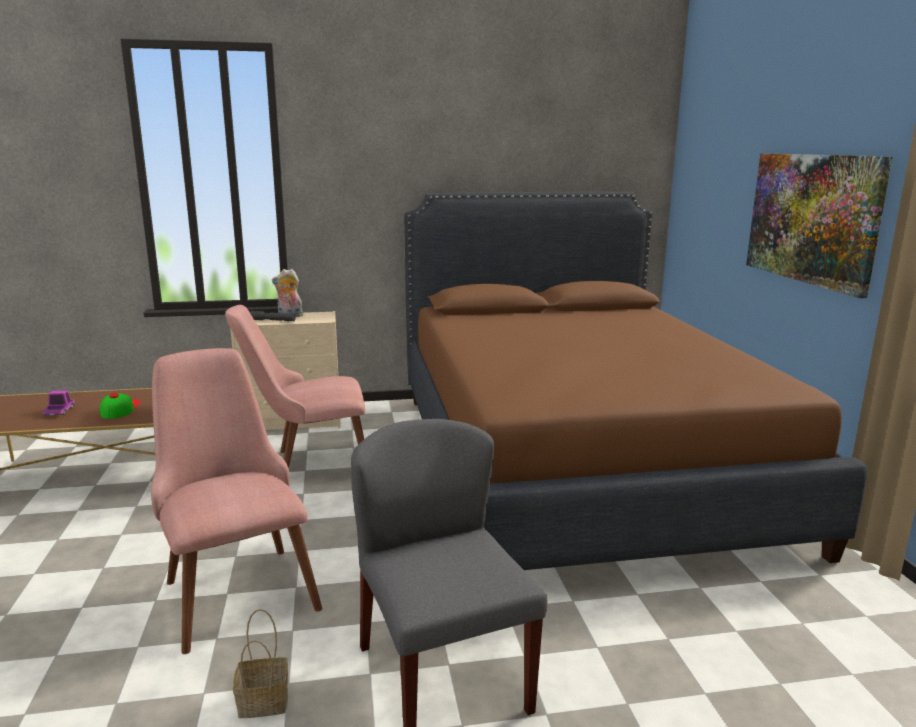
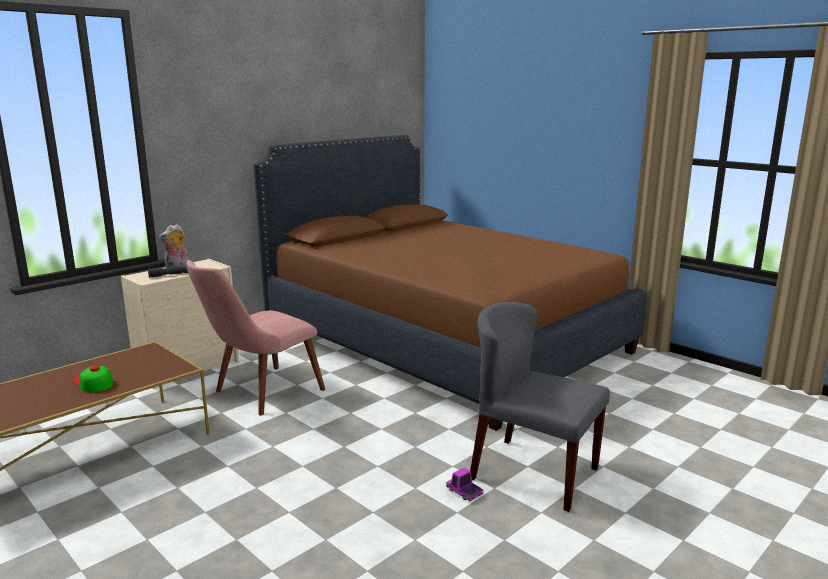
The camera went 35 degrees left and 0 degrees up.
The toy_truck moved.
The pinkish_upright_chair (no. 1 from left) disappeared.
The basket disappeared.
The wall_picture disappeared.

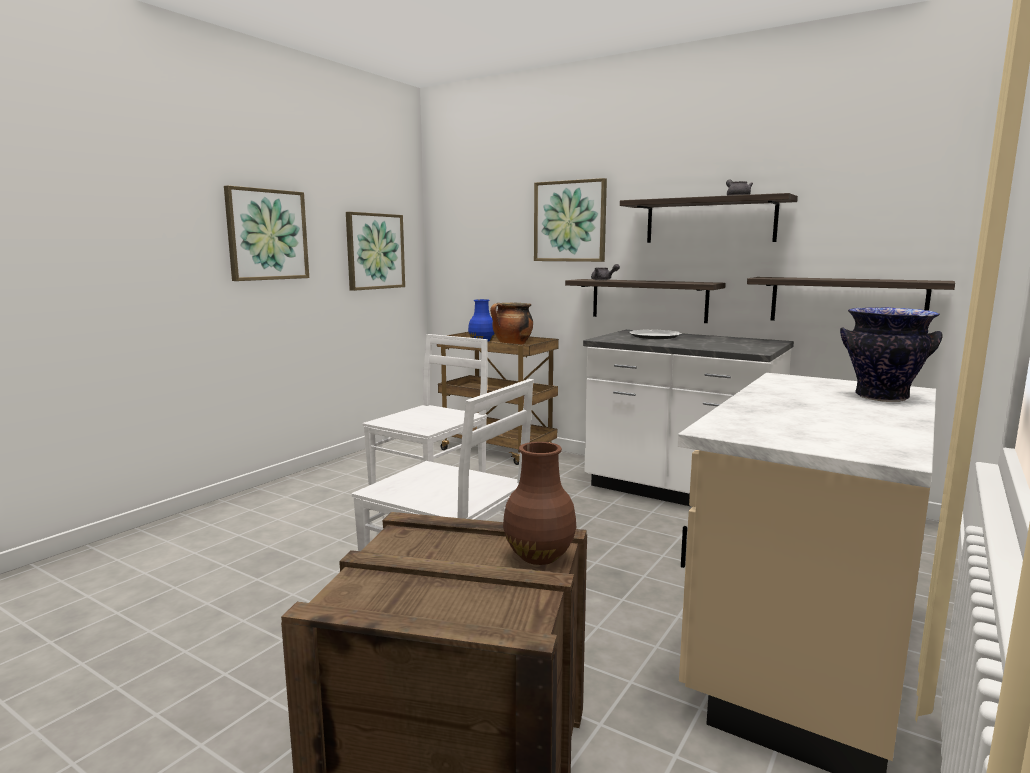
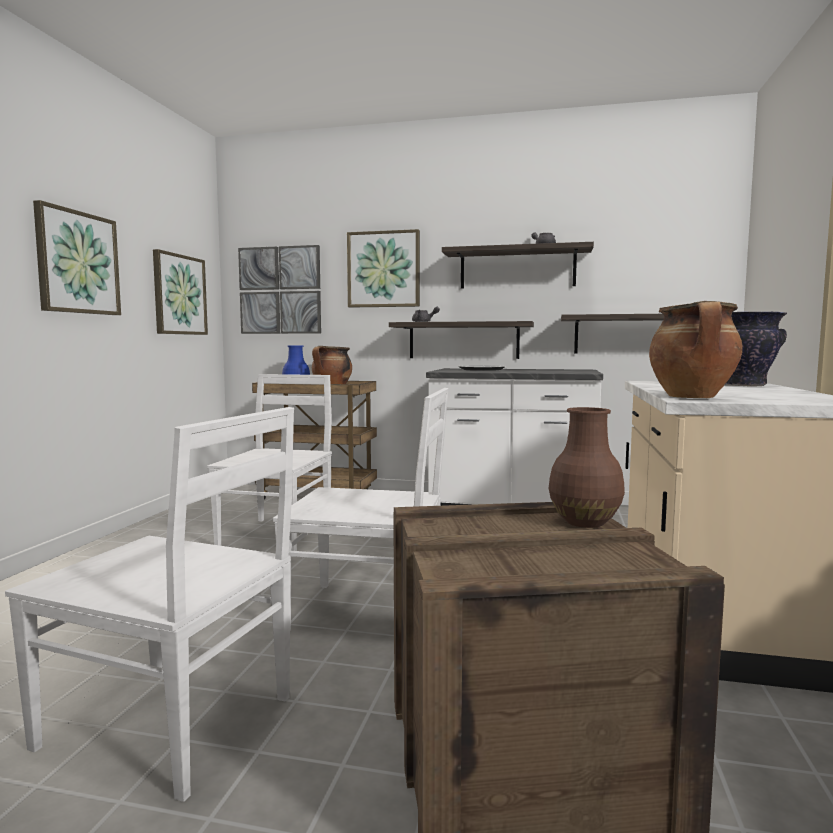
The camera went 20 degrees left and 5 degrees down.
The whitish_upright_chair (no. 1 from left) appeared.
The wall_picture (no. 3 from left) appeared.
The saucepot (no. 2 from left) appeared.

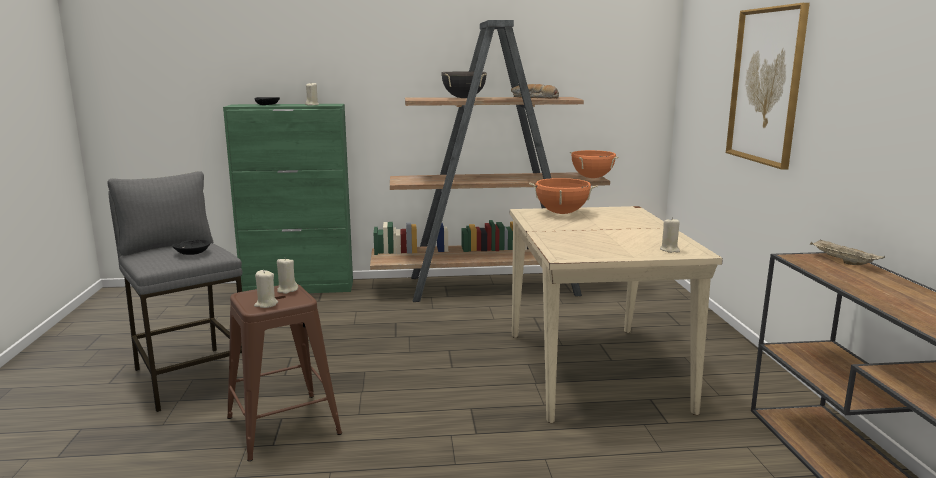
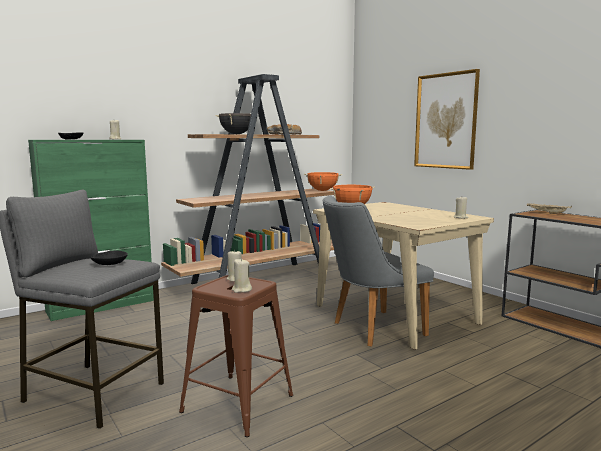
The camera went 30 degrees left and 5 degrees down.
The grey_upright_chair appeared.

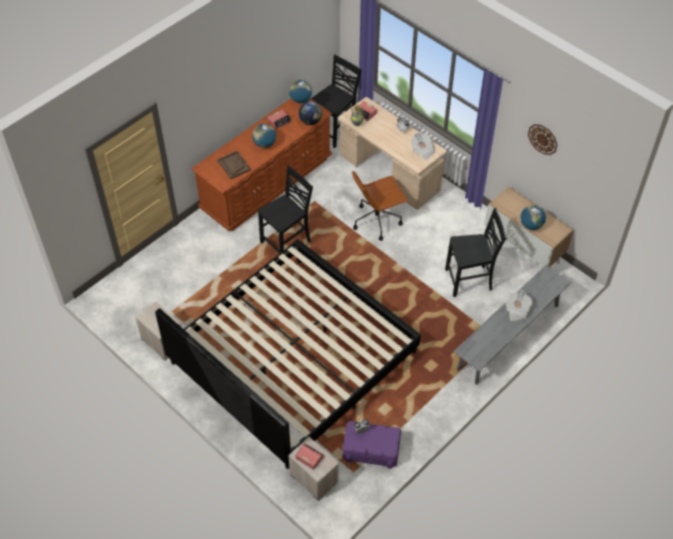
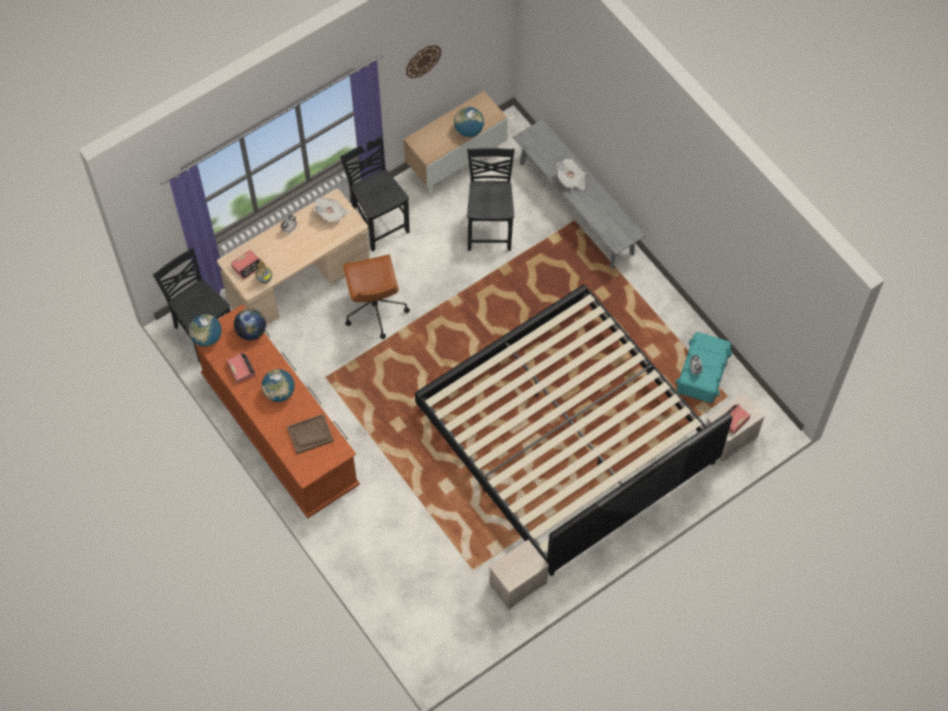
The camera went 80 degrees left and 10 degrees up.
The blackish_upright_chair (no. 1 from left in the first image) moved.
The purplish_storage_container became the blue-green_storage_container.

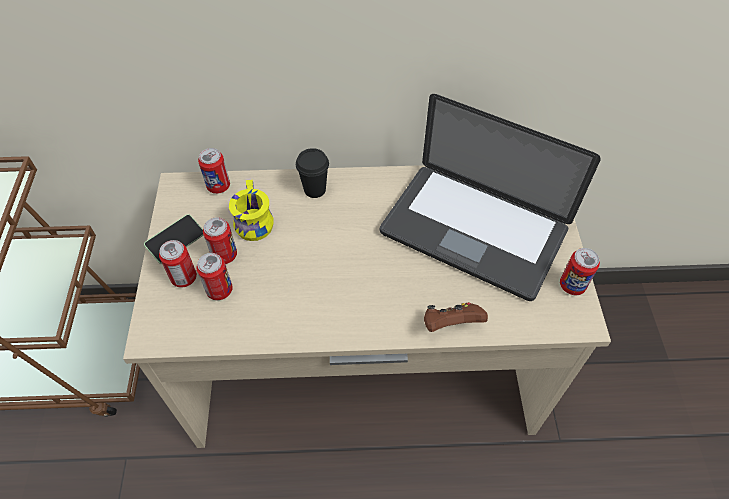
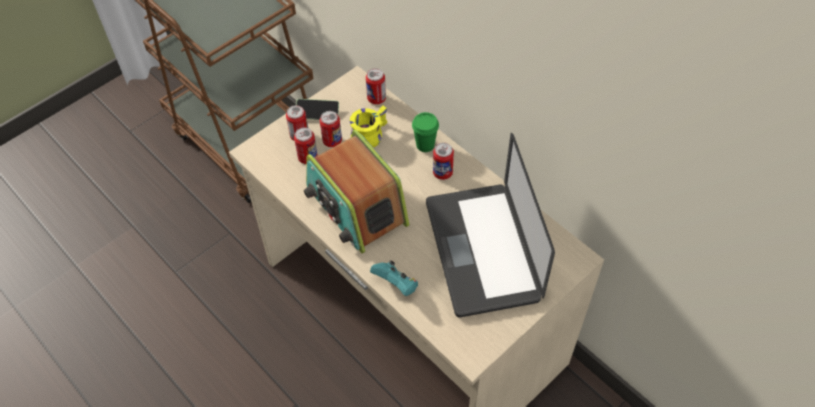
The camera went 50 degrees right and 0 degrees up.
The blackish_small_cup became the green-coloured_small_cup.
The brown-coloured_joypad became the blue-green_joypad.
The sealed_can (no. 5 from left) moved.
The radio_receiver appeared.

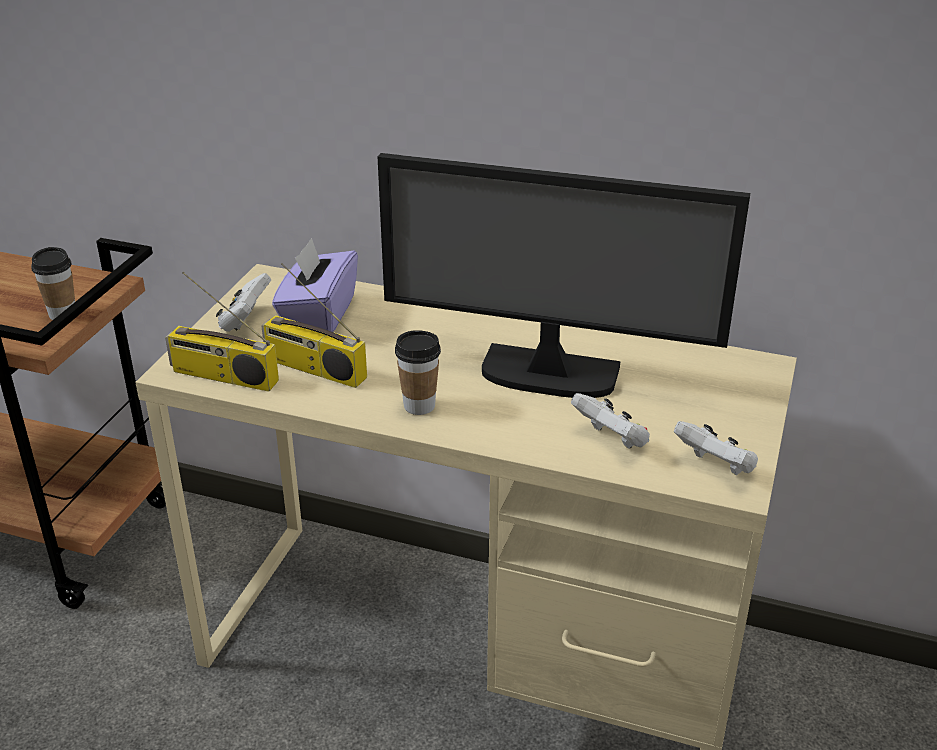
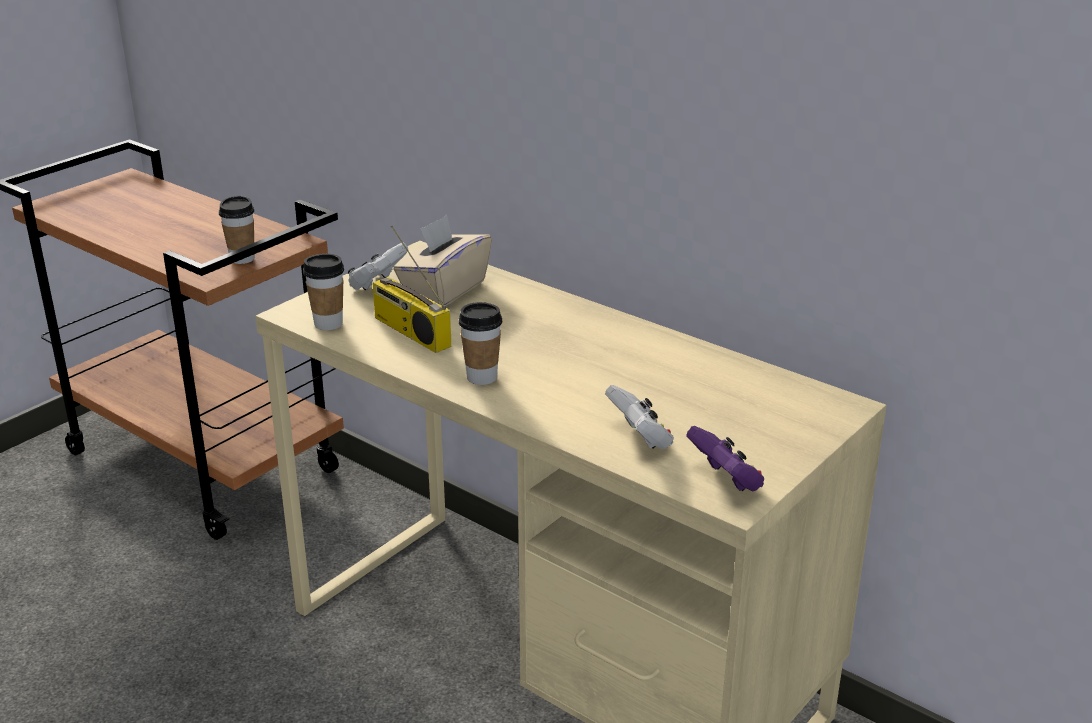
The camera went 20 degrees right and 5 degrees down.
The radio_receiver (no. 1 from left) was replaced by the small_cup (no. 2 from left).
The purplish_tissue_box became the beige_tissue_box.
The computer_screen disappeared.
The whitish_joypad (no. 3 from left) became the purplish_joypad.

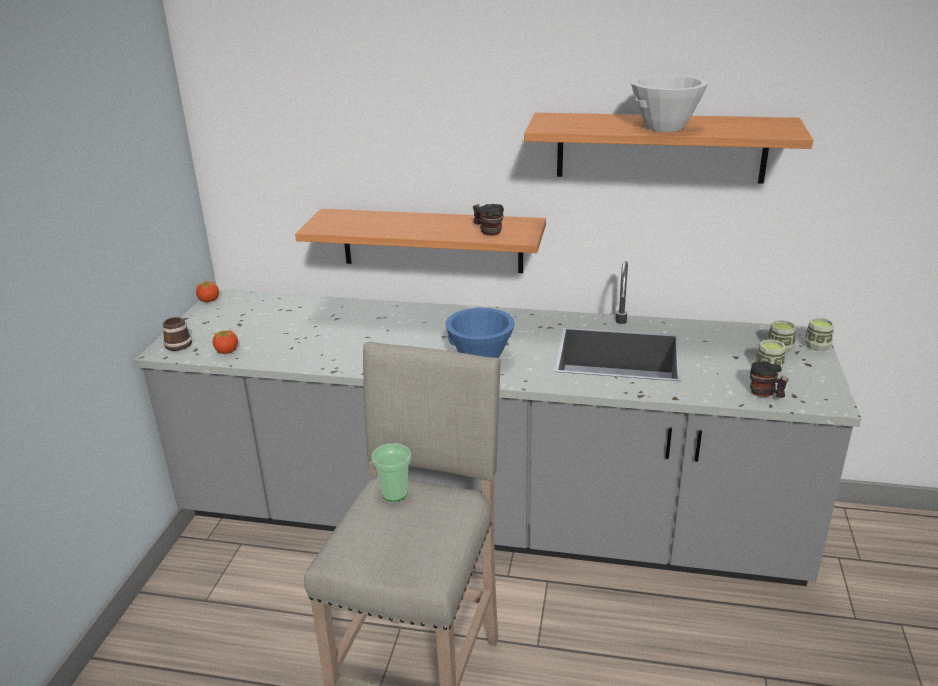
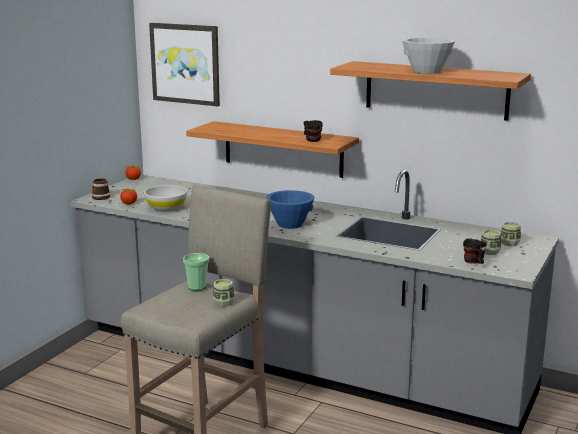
The camera went 15 degrees right and 10 degrees down.
The small_cup (no. 4 from left in the first image) moved.
The whitish_deep_dish (no. 1 from left) appeared.
The wall_picture appeared.

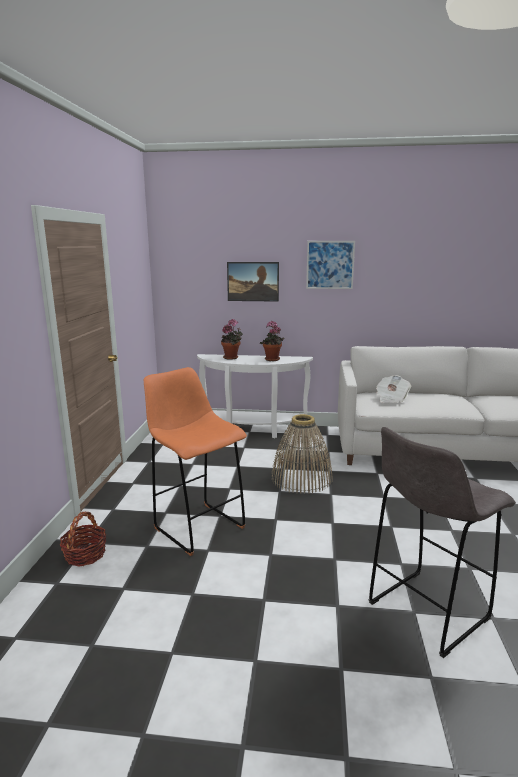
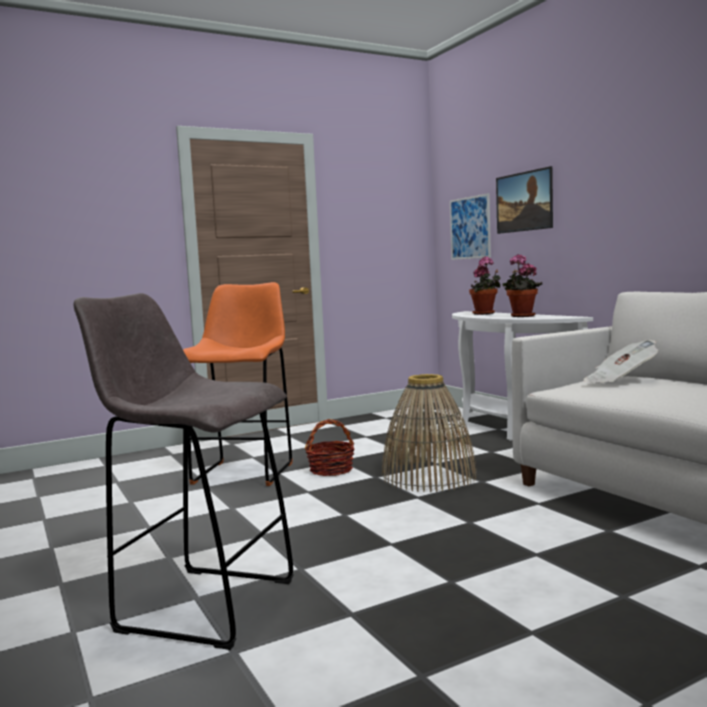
The camera went 55 degrees right and 10 degrees down.
The basket (no. 1 from left) moved.
The wall_picture (no. 2 from left in the first image) moved.

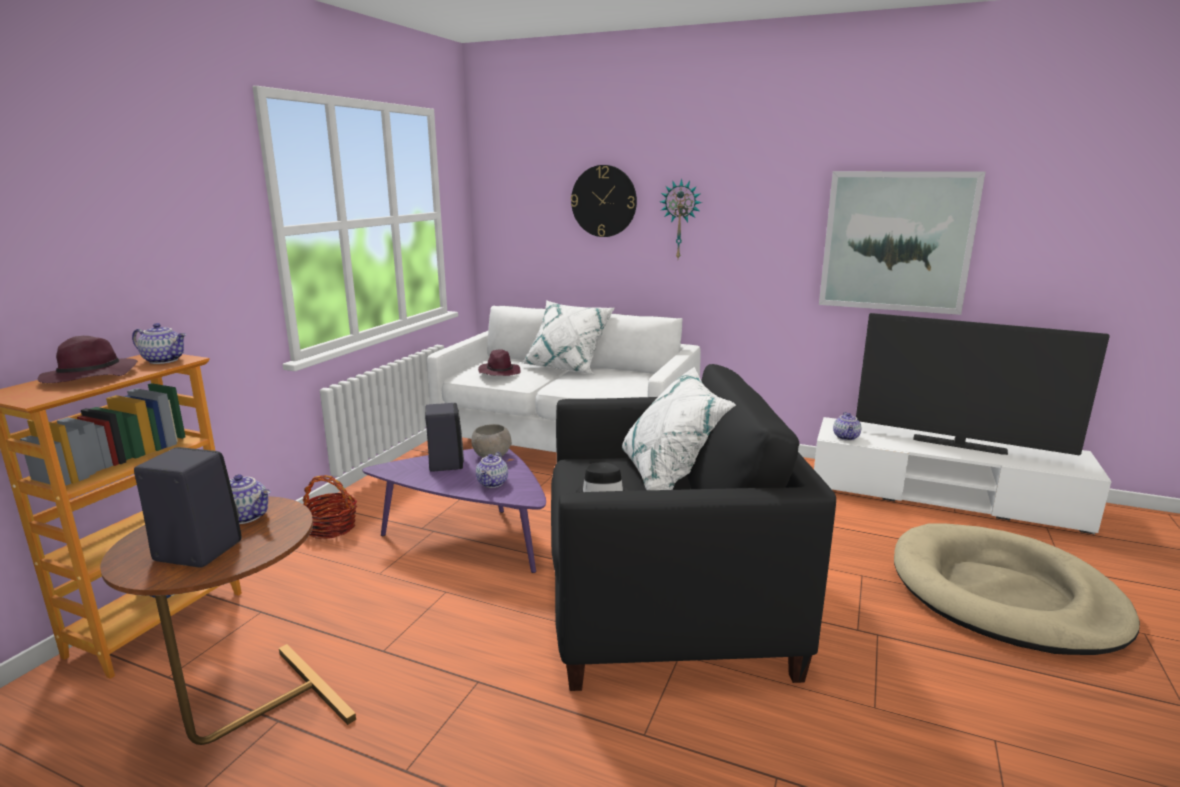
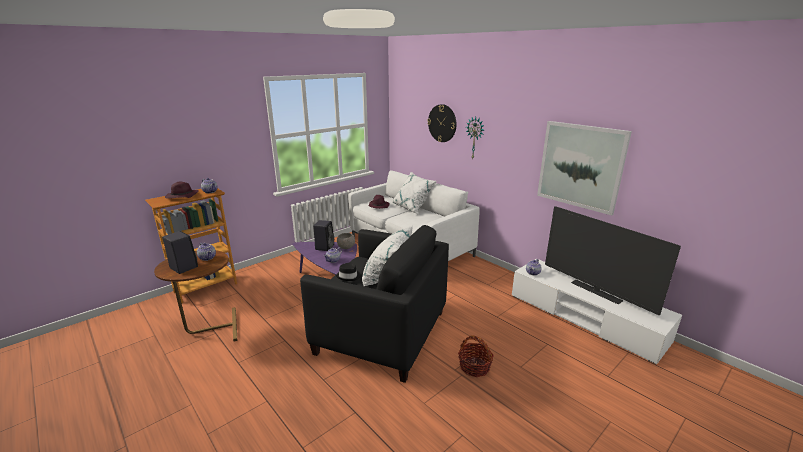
The camera went 25 degrees right and 5 degrees up.
The basket moved.
The beige_pet_bed disappeared.

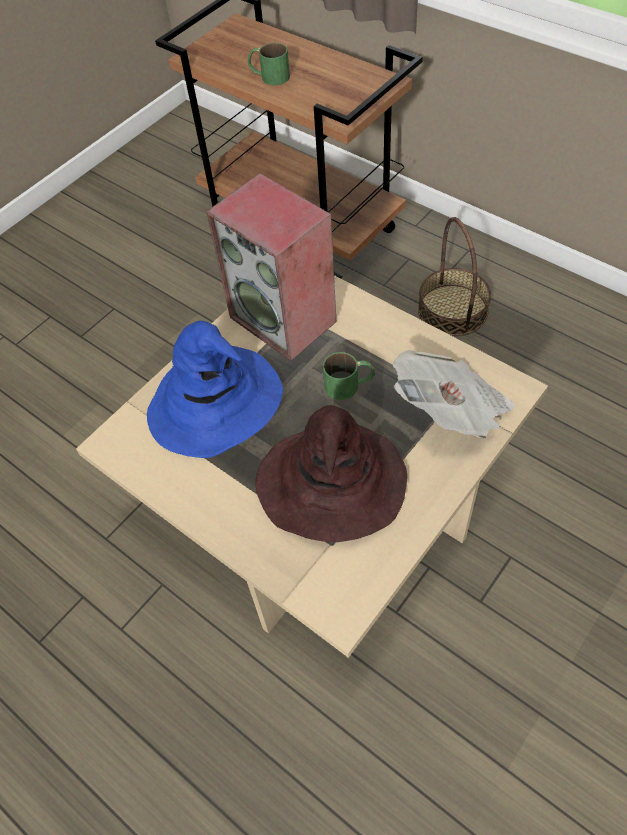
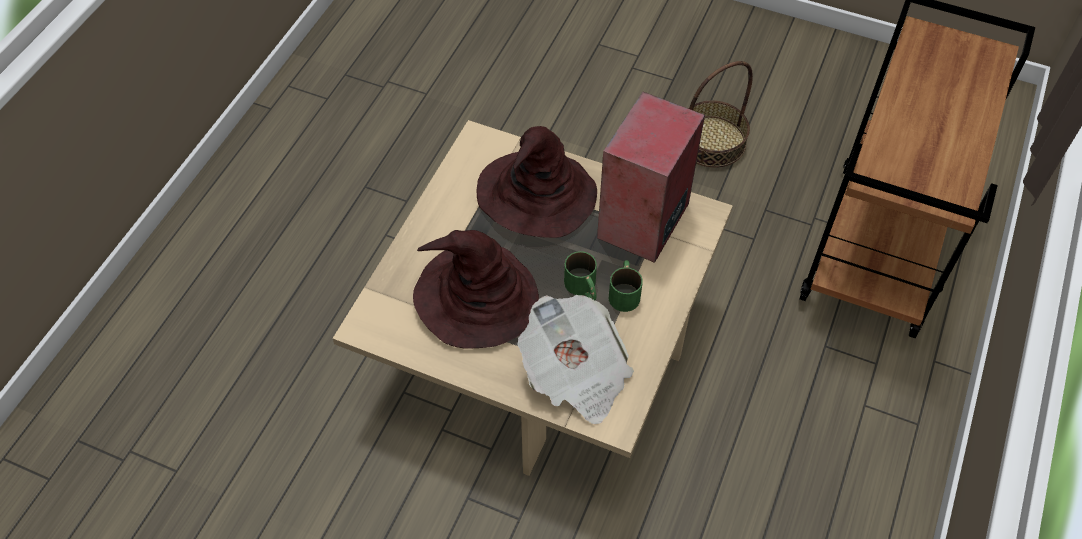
The camera went 70 degrees right and 0 degrees up.
The bluish_clothing_hat became the brown-coloured_clothing_hat (no. 2 from left).
The green-coloured_mug (no. 1 from left in the first image) moved.
The basket moved.

